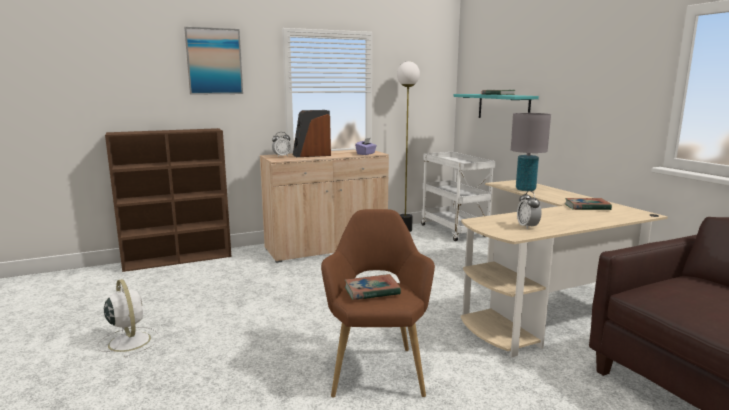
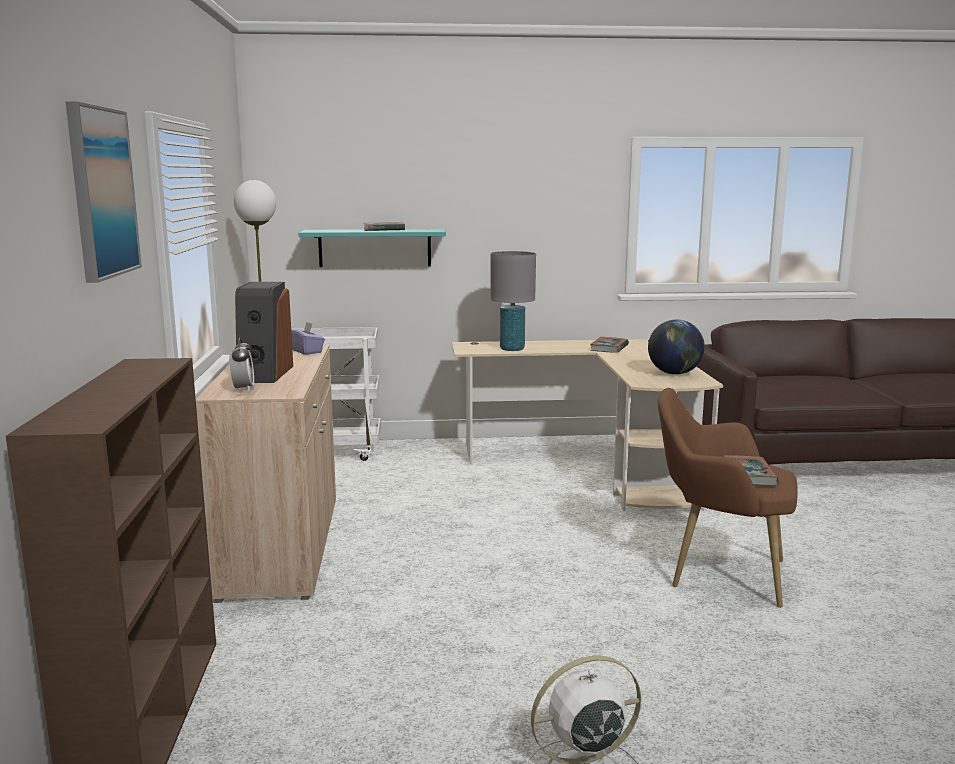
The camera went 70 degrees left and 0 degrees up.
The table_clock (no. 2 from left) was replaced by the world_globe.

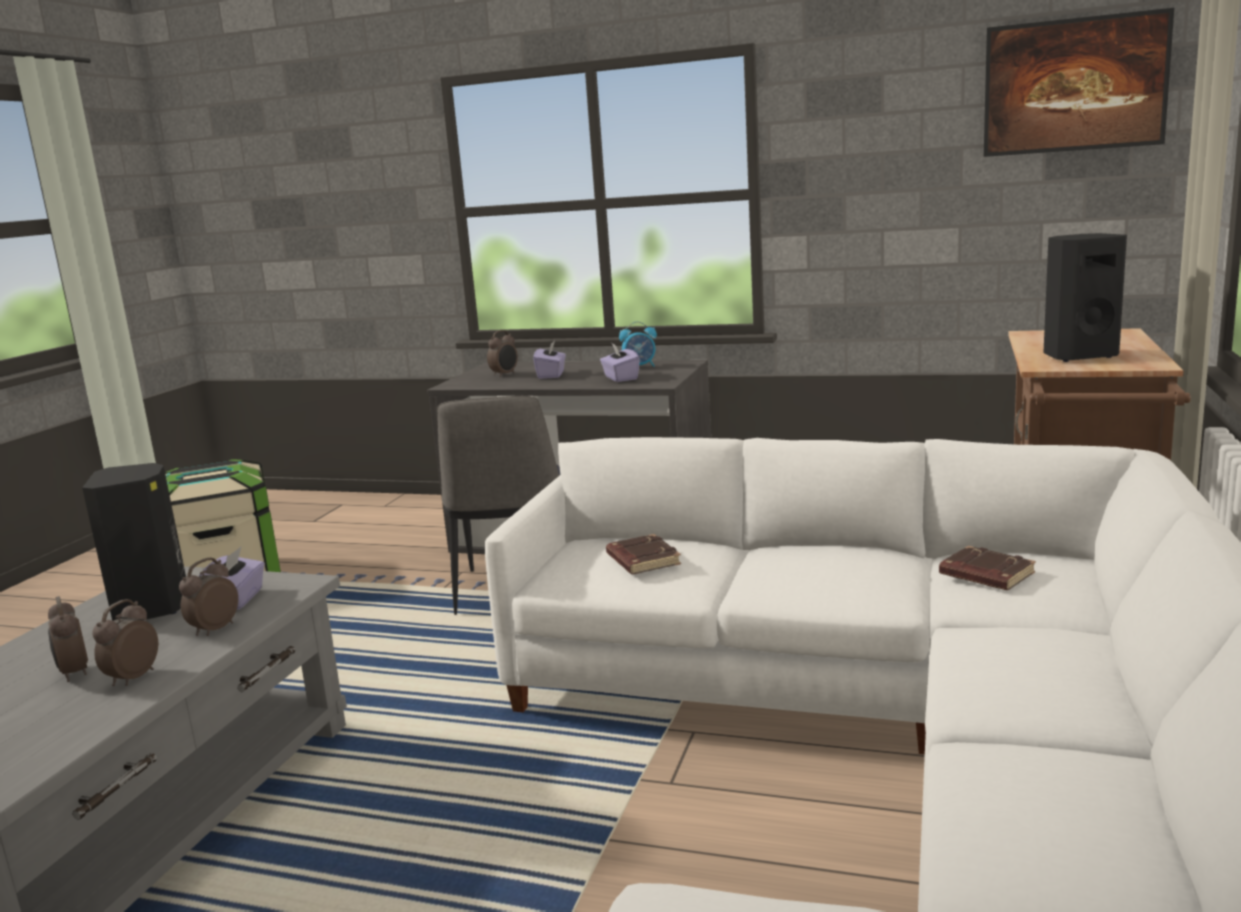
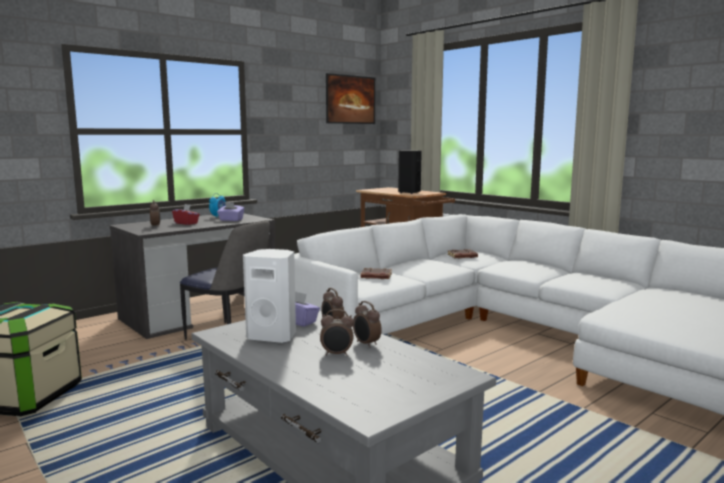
The camera went 60 degrees left and 5 degrees down.
The blackish_loudspeaker (no. 1 from left) became the whitish_loudspeaker.
The purplish_tissue_box (no. 2 from left) became the reddish_tissue_box.

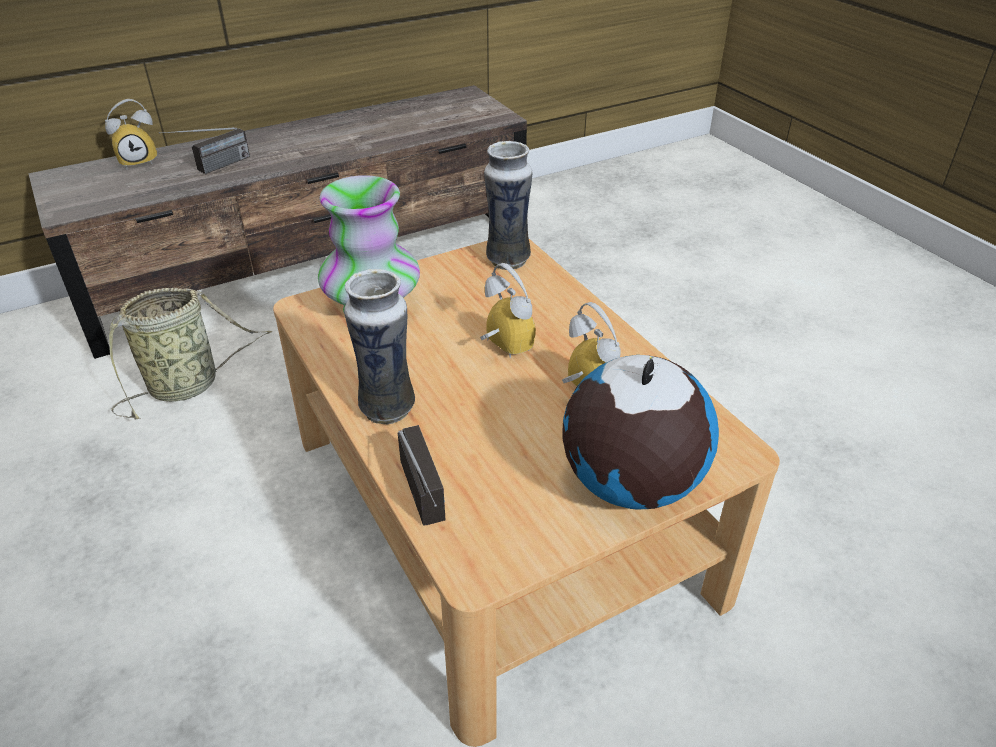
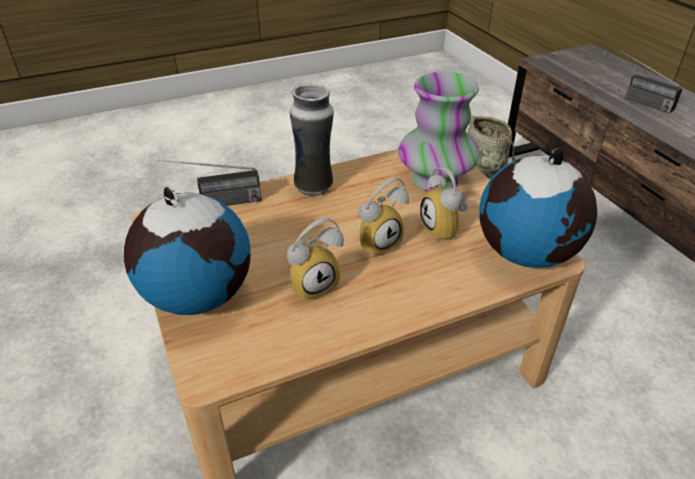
The camera went 95 degrees right and 0 degrees up.
The table_clock (no. 1 from left in the first image) moved.
The flower_vase (no. 3 from left) was replaced by the world_globe (no. 2 from left).

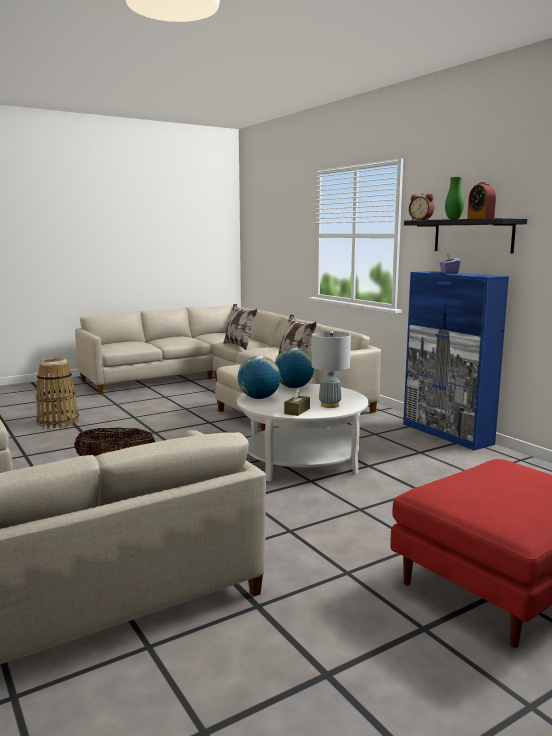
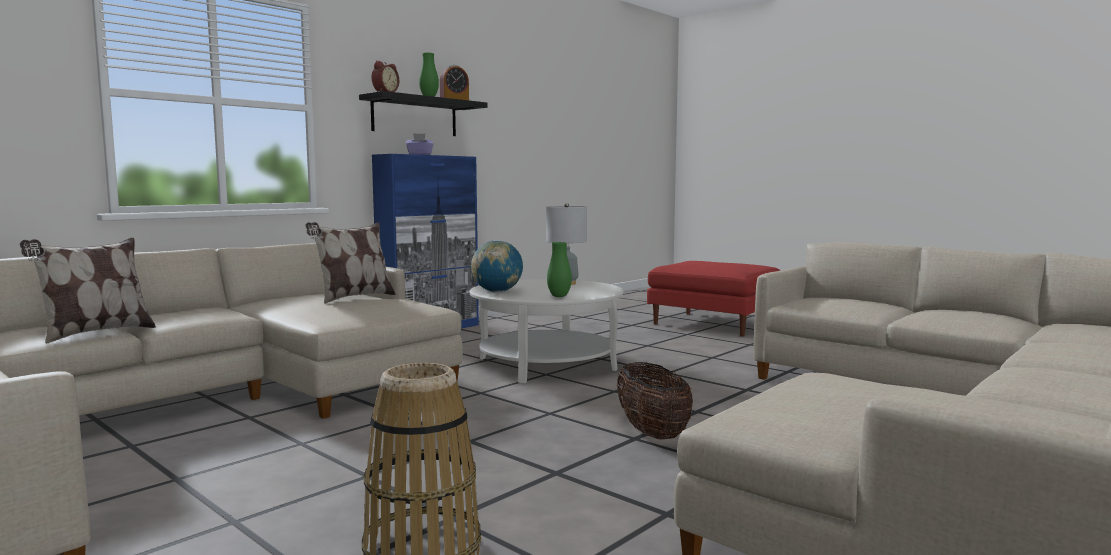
The camera went 105 degrees left and 5 degrees down.
The world_globe (no. 1 from left) was replaced by the green-coloured_flower_vase (no. 2 from left).
The brown-coloured_tissue_box disappeared.

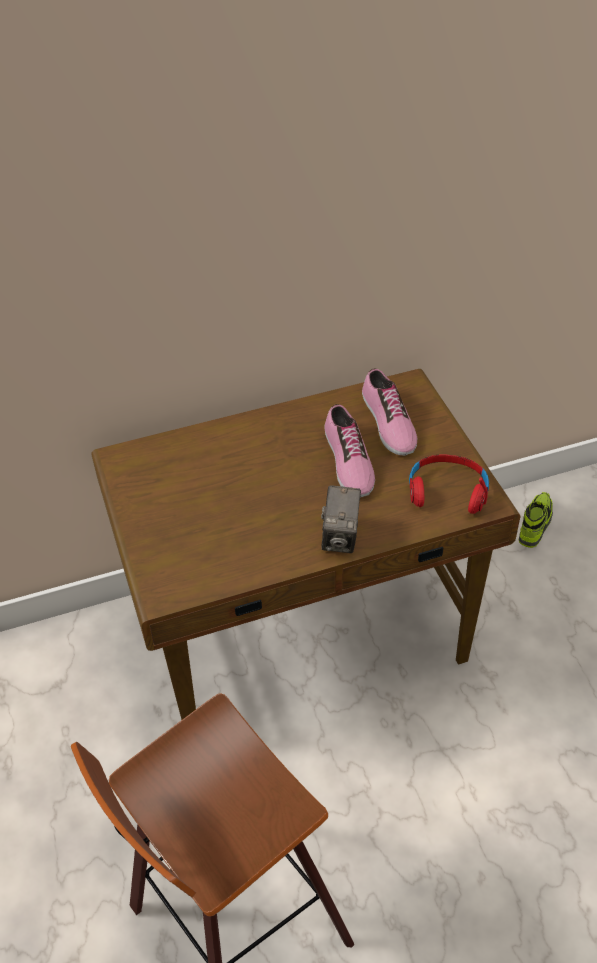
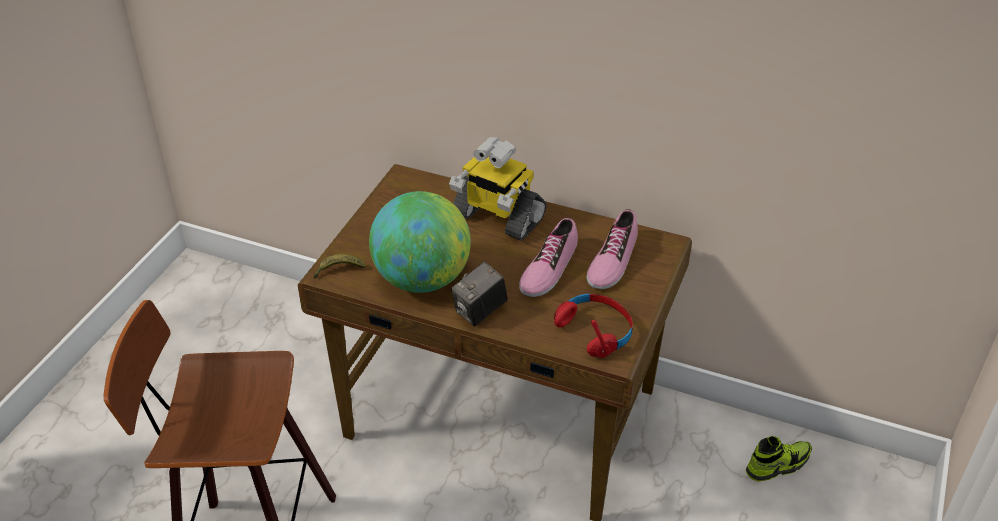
The camera went 40 degrees right and 5 degrees down.
The banana_fruit appeared.
The world_globe appeared.
The model_robot appeared.

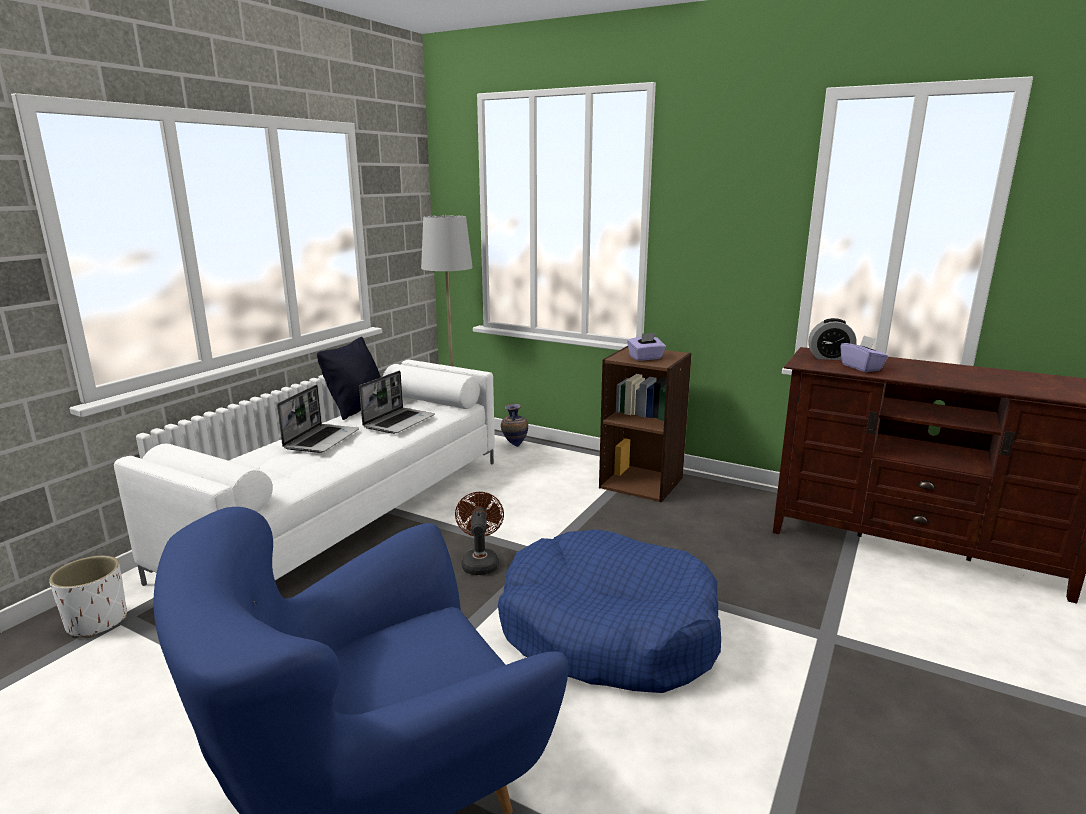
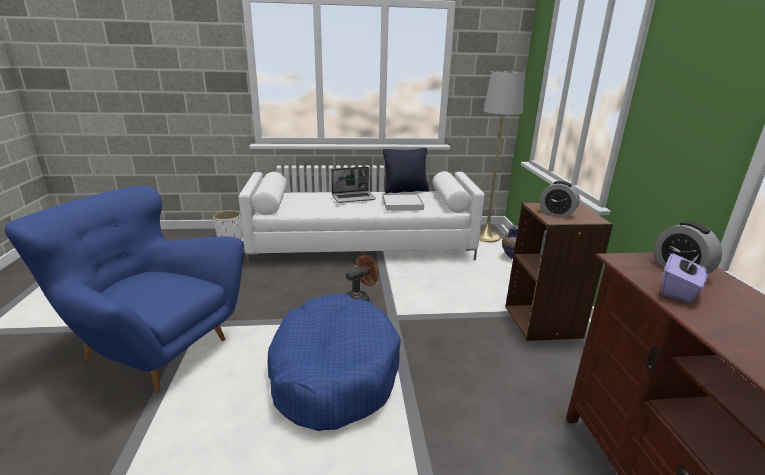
The camera went 55 degrees right and 5 degrees up.
The portable_computer (no. 2 from left) was replaced by the whitish_serving_tray.
The purplish_tissue_box (no. 1 from left) was replaced by the table_clock (no. 1 from left).

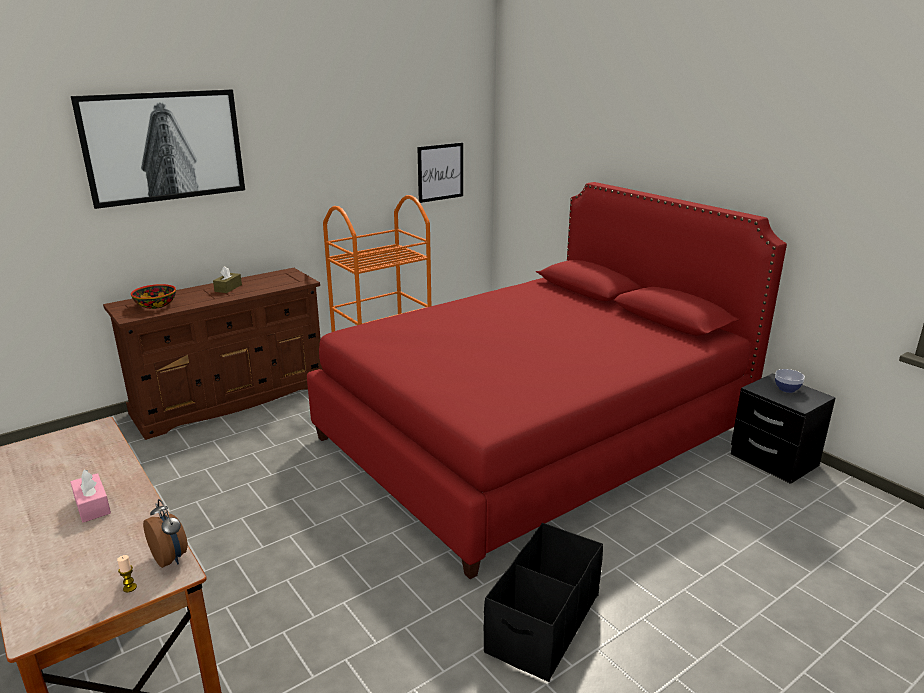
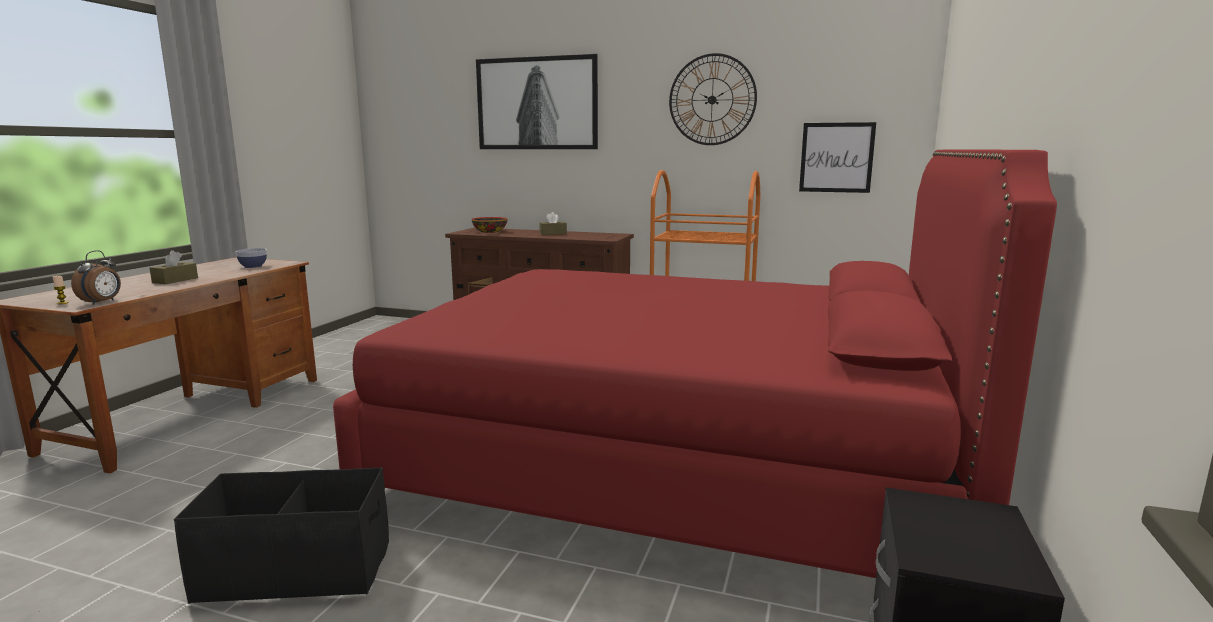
The camera went 55 degrees right and 10 degrees down.
The pinkish_tissue_box became the brown-coloured_tissue_box (no. 1 from left).
The deep_dish (no. 2 from left in the first image) moved.
The clock_on_the_wall appeared.

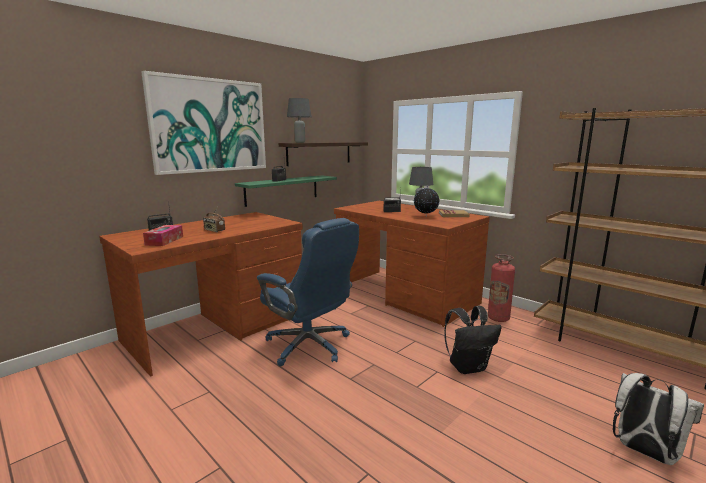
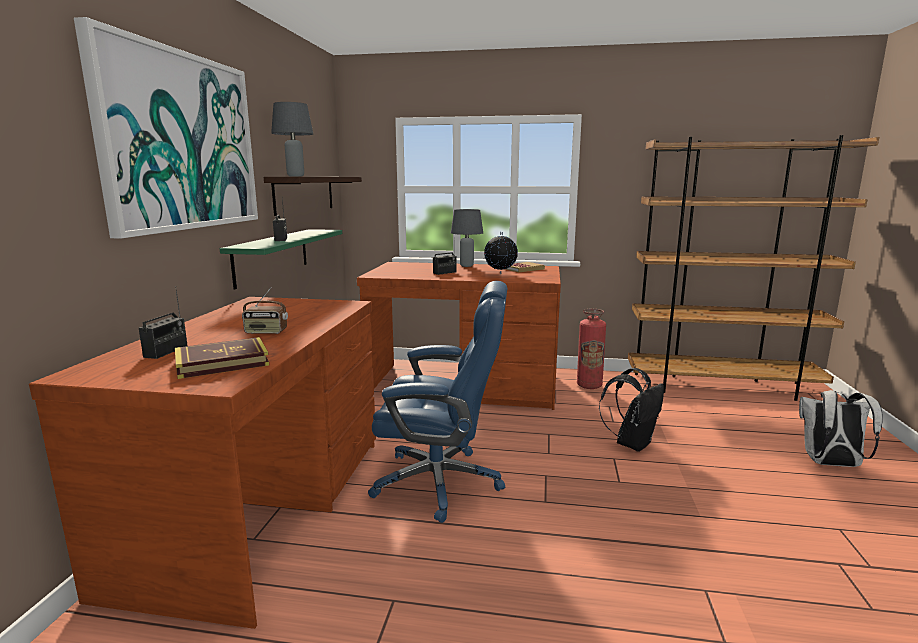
The camera went 35 degrees left and 0 degrees up.
The tissue_box was replaced by the bound_book (no. 1 from left).

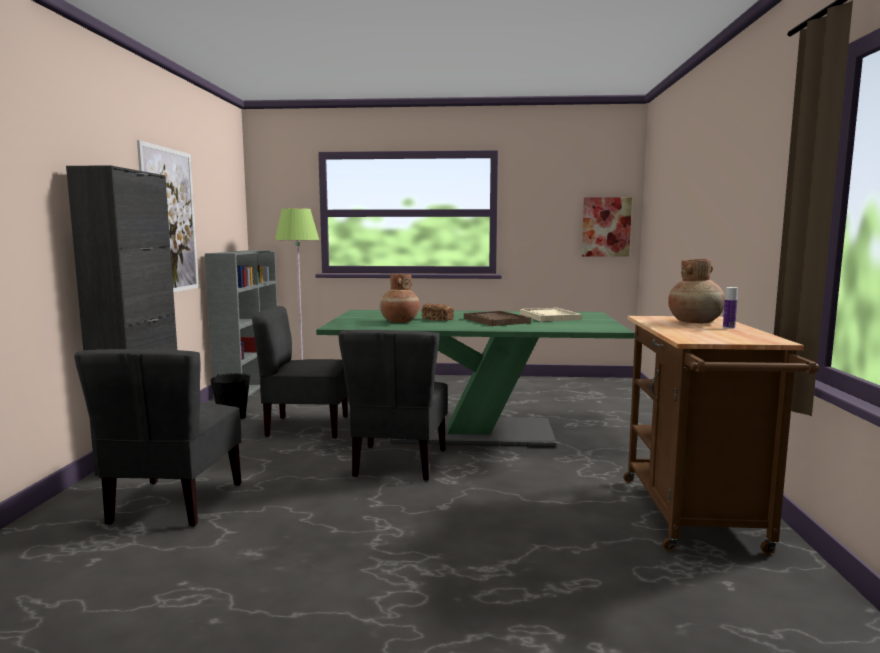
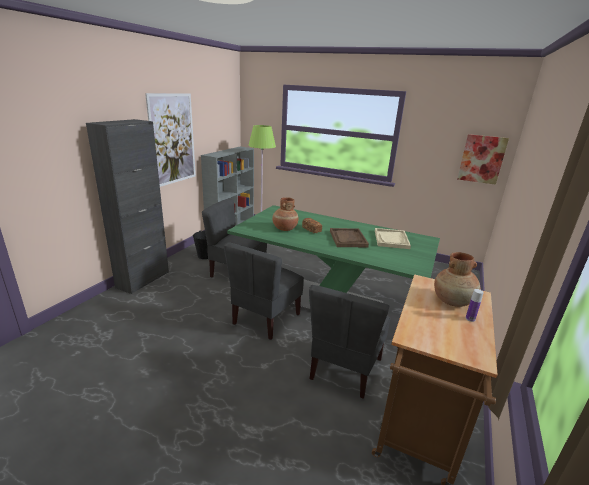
The camera went 20 degrees right and 15 degrees up.
The grey_upright_chair (no. 1 from left in the first image) moved.

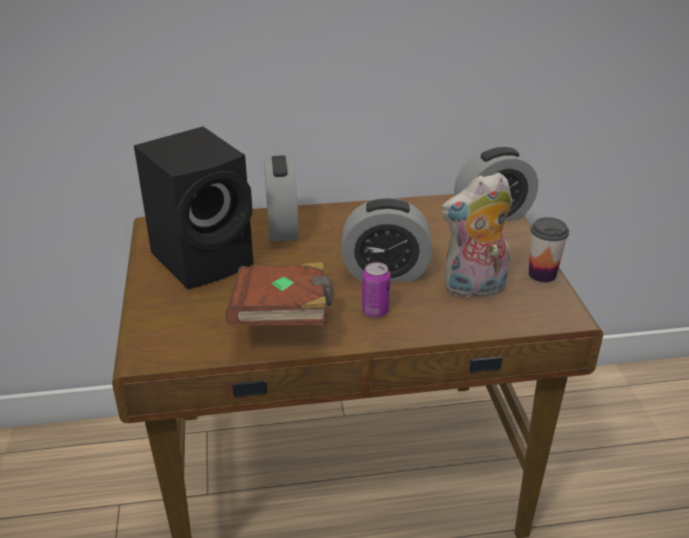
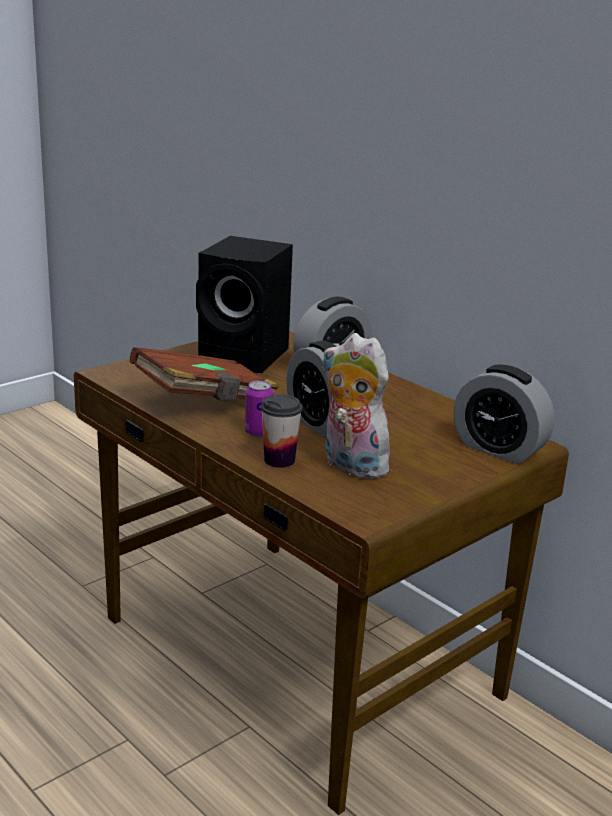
The camera went 55 degrees right and 10 degrees down.
The small_cup moved.

